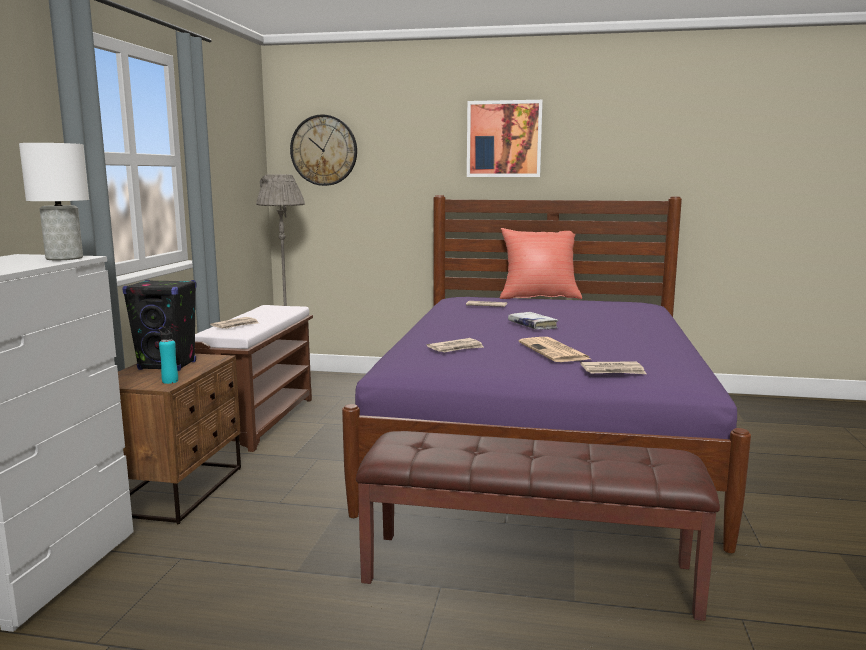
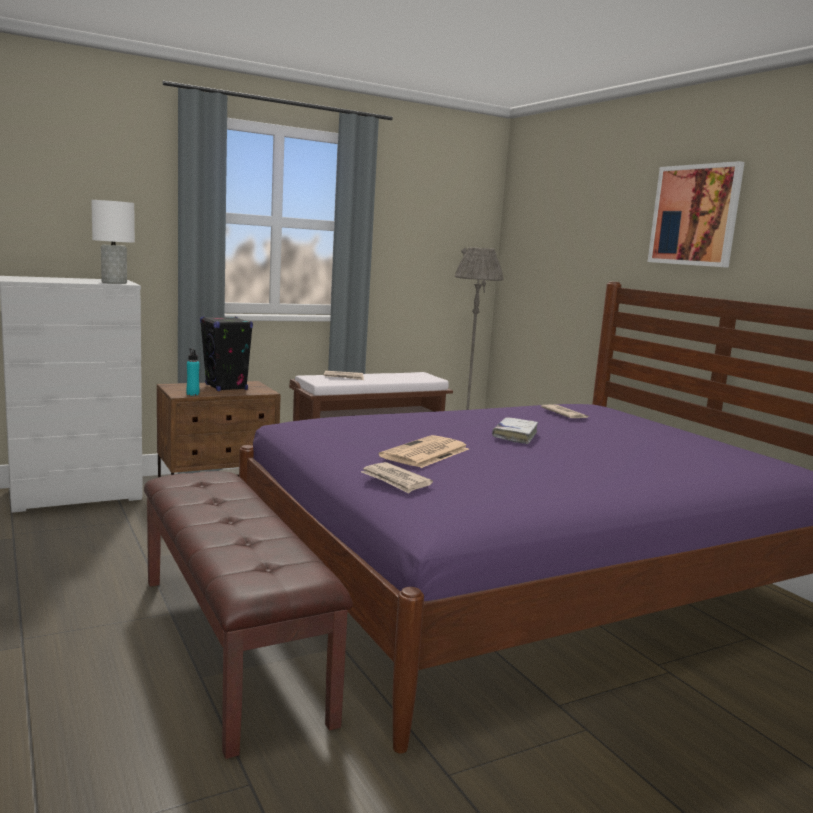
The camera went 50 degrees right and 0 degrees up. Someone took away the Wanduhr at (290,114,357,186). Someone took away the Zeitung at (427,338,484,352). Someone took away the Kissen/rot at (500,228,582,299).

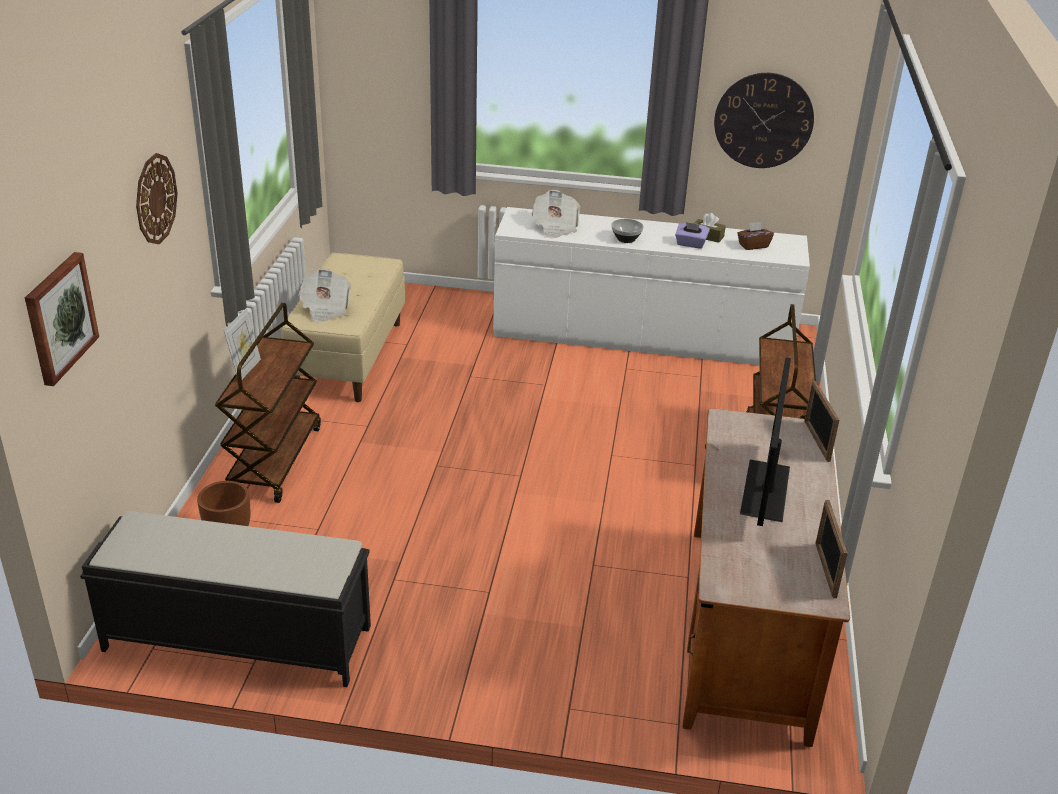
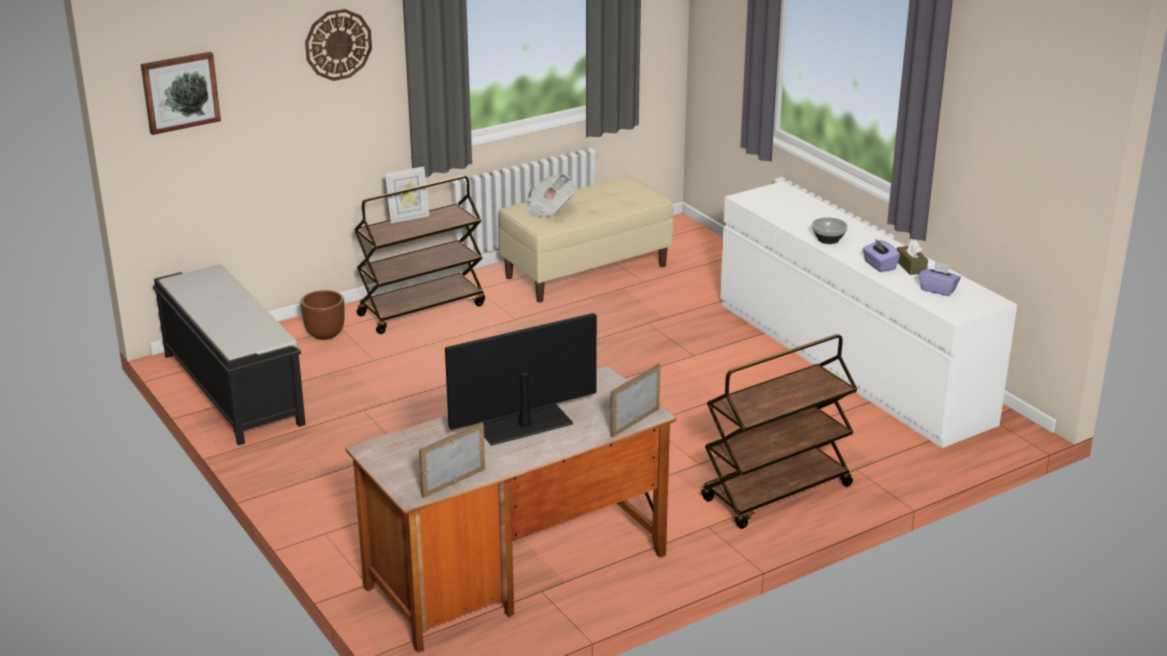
The camera went 50 degrees right and 5 degrees down. Someone took away the Zeitung at (532,190,580,238). Someone took away the Wanduhr at (714,73,814,168). Someone repainted the Taschentuchbox/braun at (737,222,774,250), which became the Taschentuchbox/lila at (919,261,961,296).

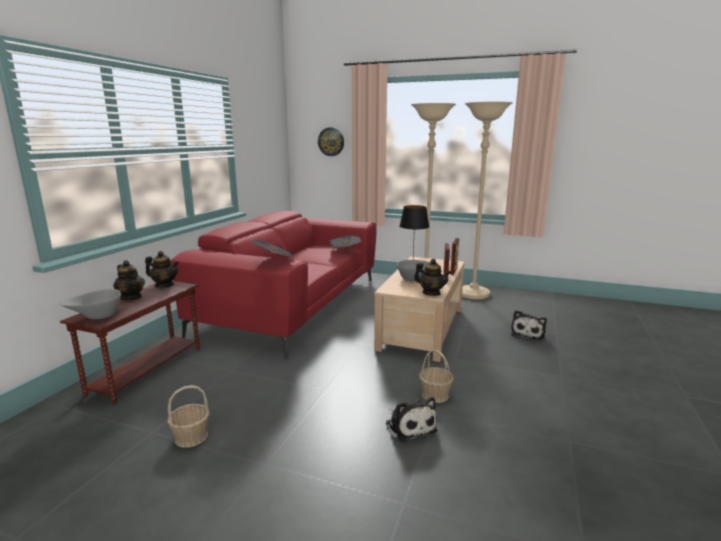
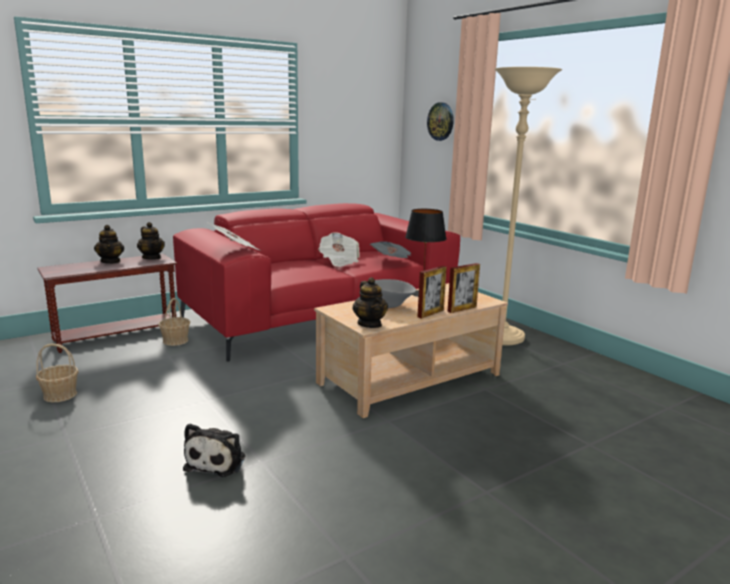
The camera went 35 degrees right and 0 degrees up. Someone took away the Schüssel/grau at (60,289,121,320). Someone carried the Korb from (419,349,454,403) to (158,298,190,346). Someone took away the Stehlampe/beige at (462,101,513,300). Someone took away the Plüschtier at (511,310,547,340). Someone put down the Zeitung at (319,232,360,267).

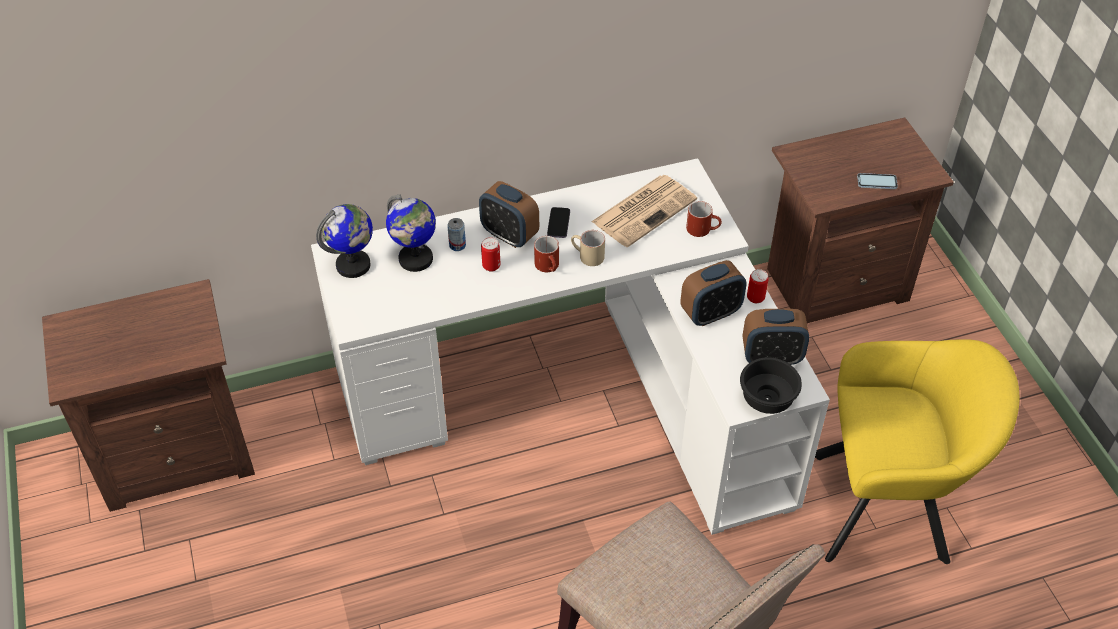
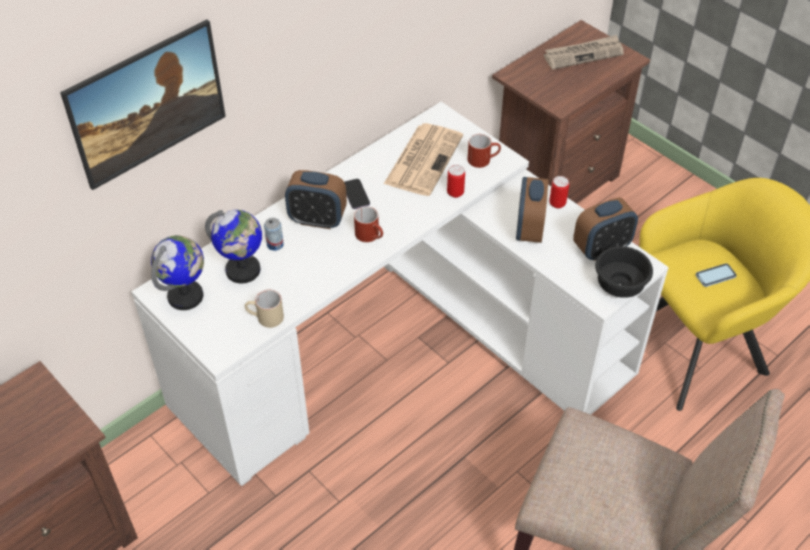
The camera went 25 degrees left and 0 degrees up. Someone carried the Dose from (481,237,500,272) to (447,165,465,198). Someone carried the Henkelbecher/beige from (571,230,605,266) to (245,290,284,328). Someone rotated the Wecker at (680,260,747,326) by 150 degrees clockwise. Someone carried the Handy from (857,173,898,189) to (696,263,737,287). Someone put up the Bild at (60,20,226,190). Someone put down the Zeitung at (544,35,624,70).

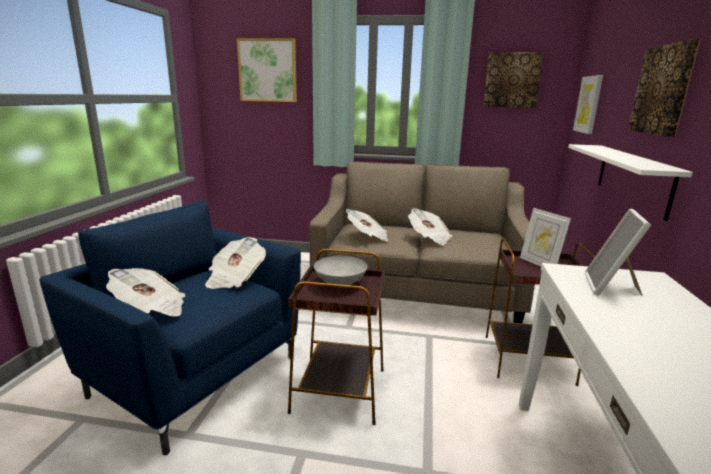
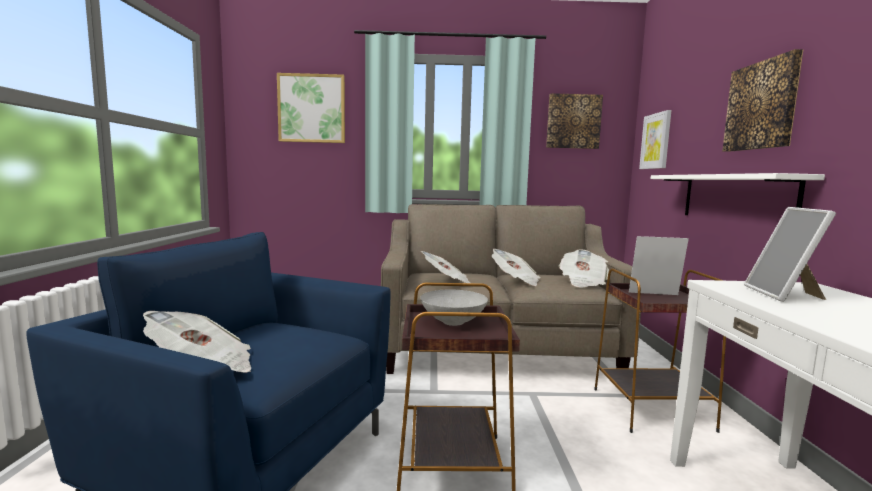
The camera went 10 degrees left and 10 degrees down. Someone carried the Zeitung from (205,237,266,289) to (559,249,609,288). Someone rotated the Bilderrahmen at (520,208,571,267) by 135 degrees clockwise.

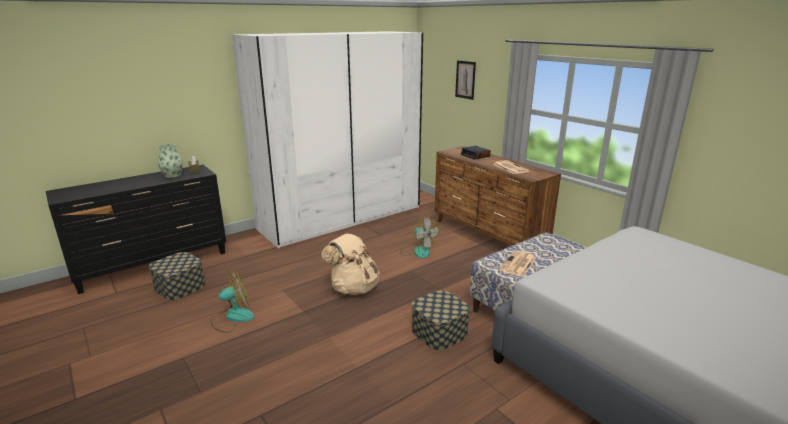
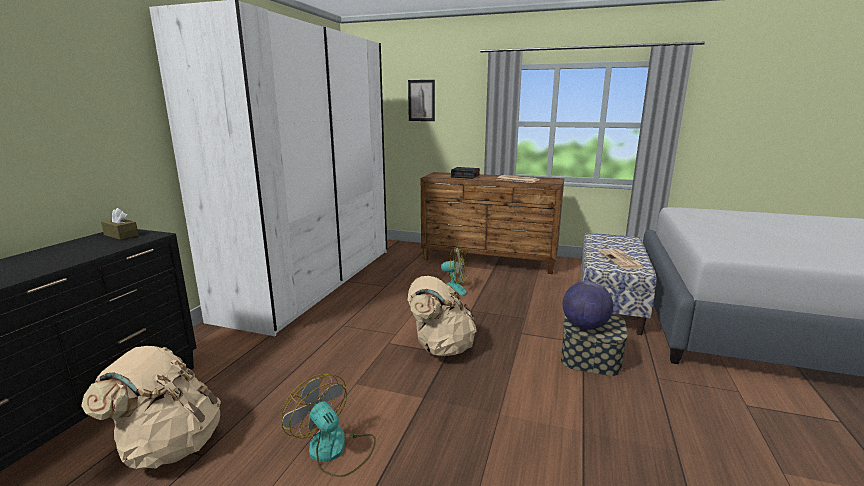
The camera went 35 degrees left and 5 degrees down. Someone swapped the Aufbewahrungsbox at (149,252,205,300) for the Rucksack/beige at (81,346,221,469). Someone took away the Vase at (158,144,183,178). Someone rotated the Ventilator at (210,271,254,333) by 75 degrees counterclockwise. Someone put down the Globus at (563,281,613,329).

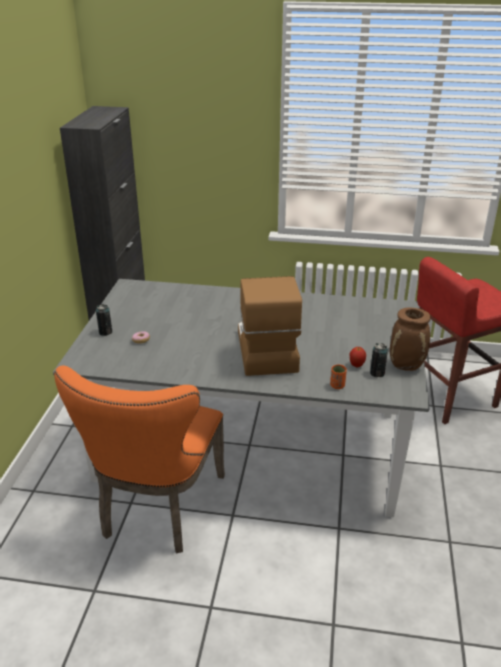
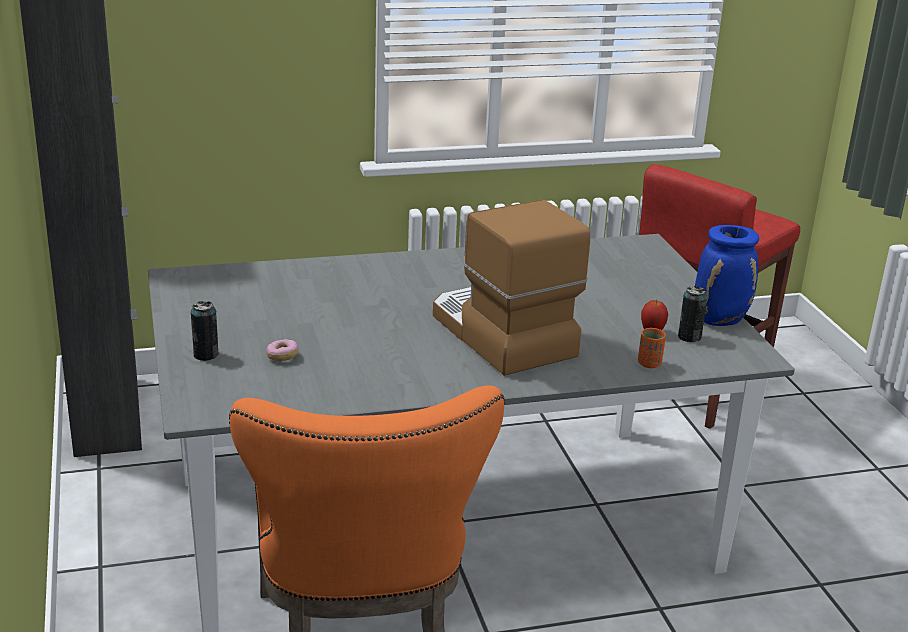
The camera went 25 degrees left and 5 degrees down. Someone repainted the Vase/braun at (390,308,431,371), which became the Vase/blau at (695,225,759,326).

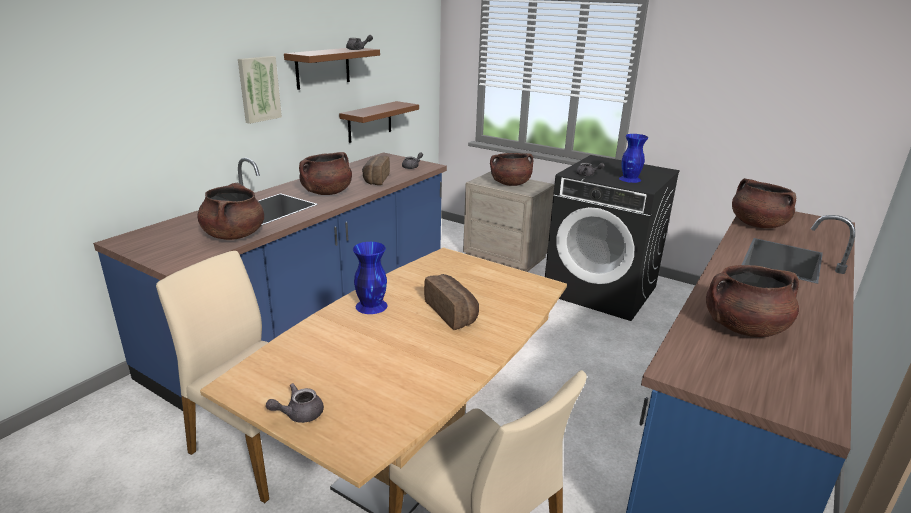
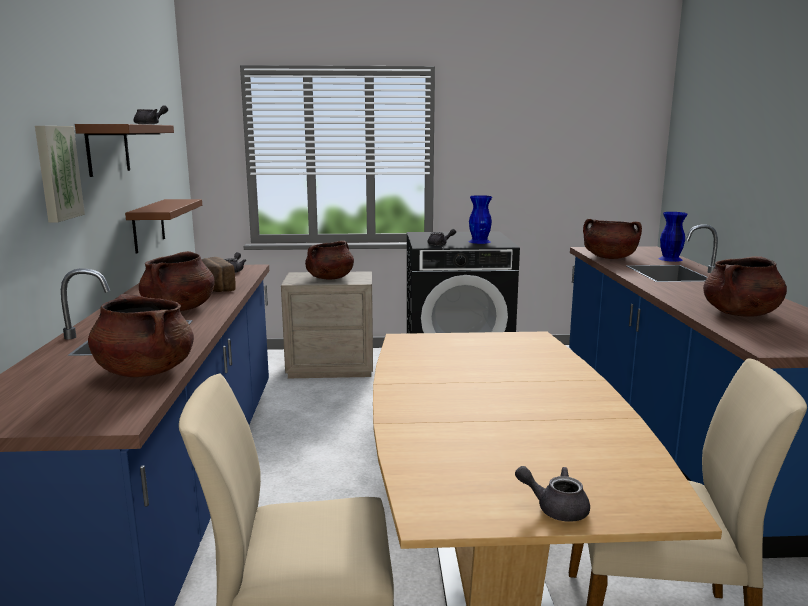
The camera went 35 degrees left and 10 degrees down. Someone rotated the Teekanne/grau at (266,383,324,423) by 90 degrees clockwise. Someone carried the Vase/blau from (353,242,387,314) to (658,212,688,262). Someone took away the Brot at (424,274,479,330).

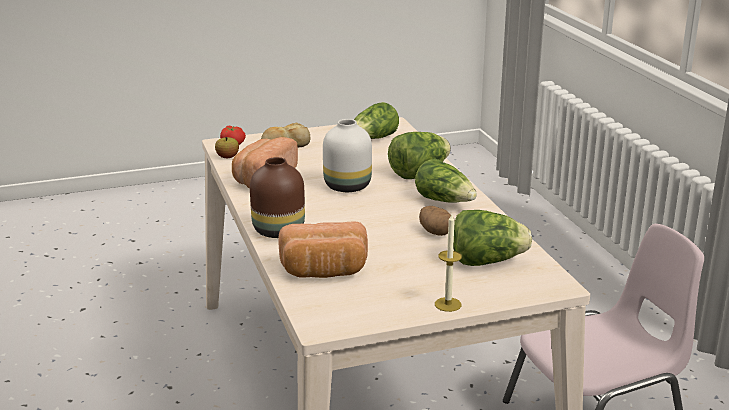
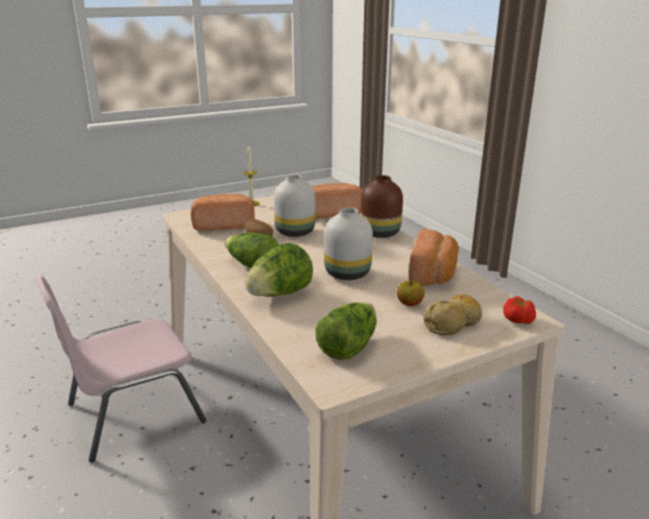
The camera went 170 degrees right and 0 degrees up. Someone carried the Apfel from (215,137,239,158) to (397,281,425,306). Someone swapped the Salatkopf at (453,210,532,266) for the Brot at (191,194,255,231). Someone put down the Vase/weiß at (274,174,315,237).

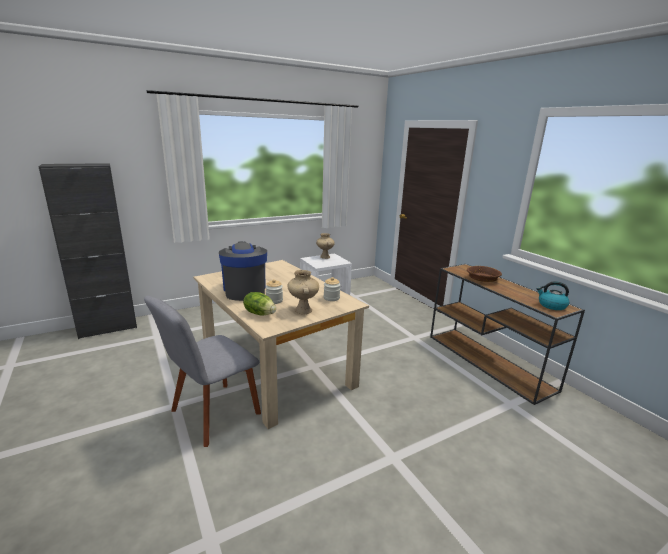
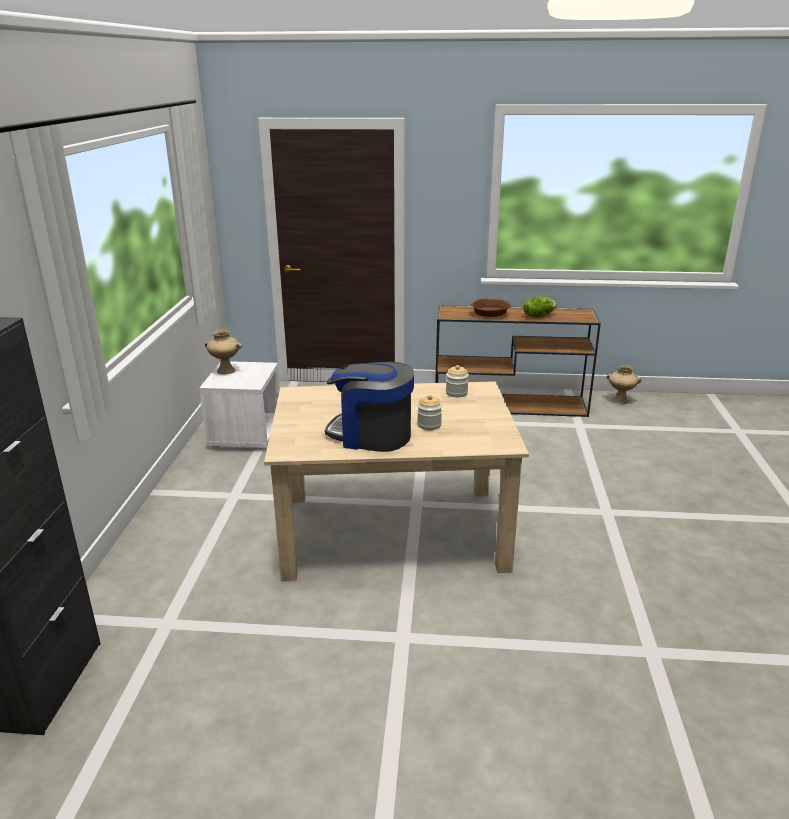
The camera went 55 degrees left and 5 degrees up. Someone took away the Stuhl/grau at (144,296,261,447). Someone carried the Salatkopf from (243,292,276,315) to (523,296,557,318). Someone carried the Vase/beige from (287,270,319,314) to (606,365,642,404). Someone took away the Wasserkessel at (536,281,570,310).

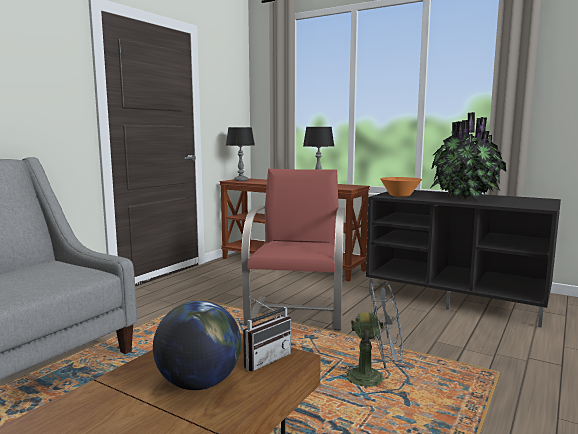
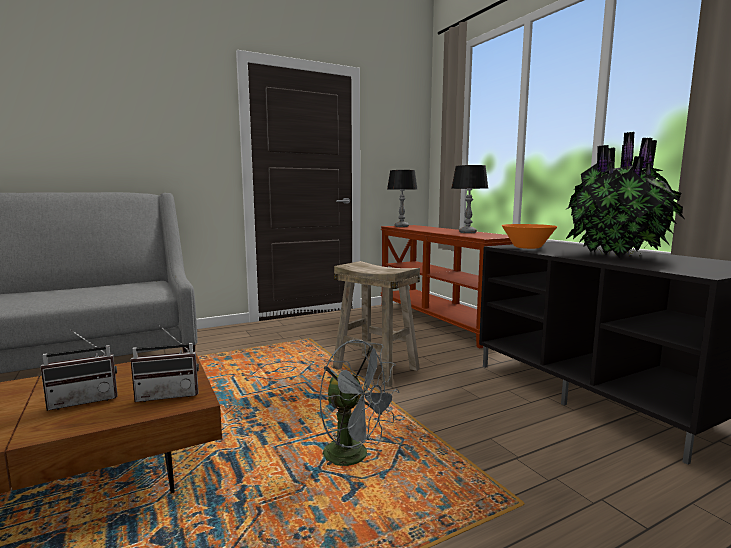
The camera went 30 degrees right and 0 degrees up. Someone swapped the Globus at (153,300,241,390) for the Radio at (40,330,118,411). Someone swapped the Sessel/rot at (241,169,345,331) for the Hocker/beige at (332,261,420,387).

